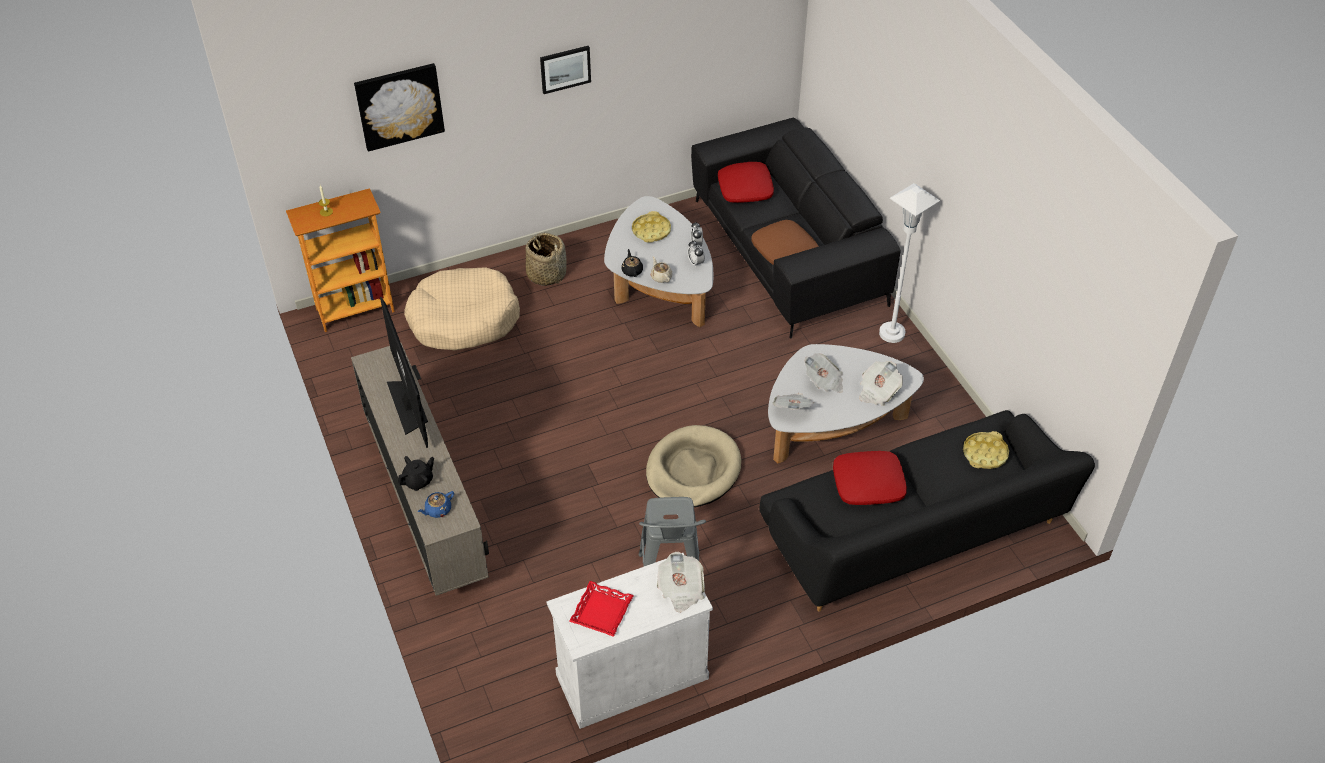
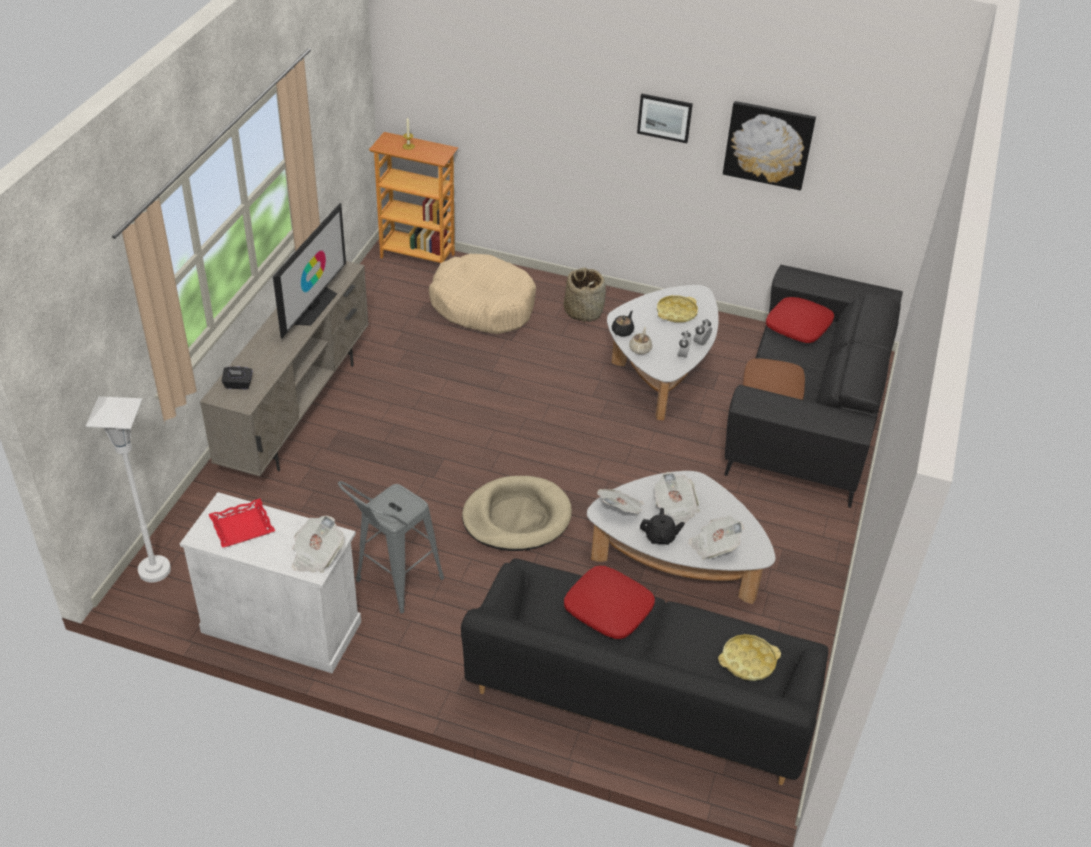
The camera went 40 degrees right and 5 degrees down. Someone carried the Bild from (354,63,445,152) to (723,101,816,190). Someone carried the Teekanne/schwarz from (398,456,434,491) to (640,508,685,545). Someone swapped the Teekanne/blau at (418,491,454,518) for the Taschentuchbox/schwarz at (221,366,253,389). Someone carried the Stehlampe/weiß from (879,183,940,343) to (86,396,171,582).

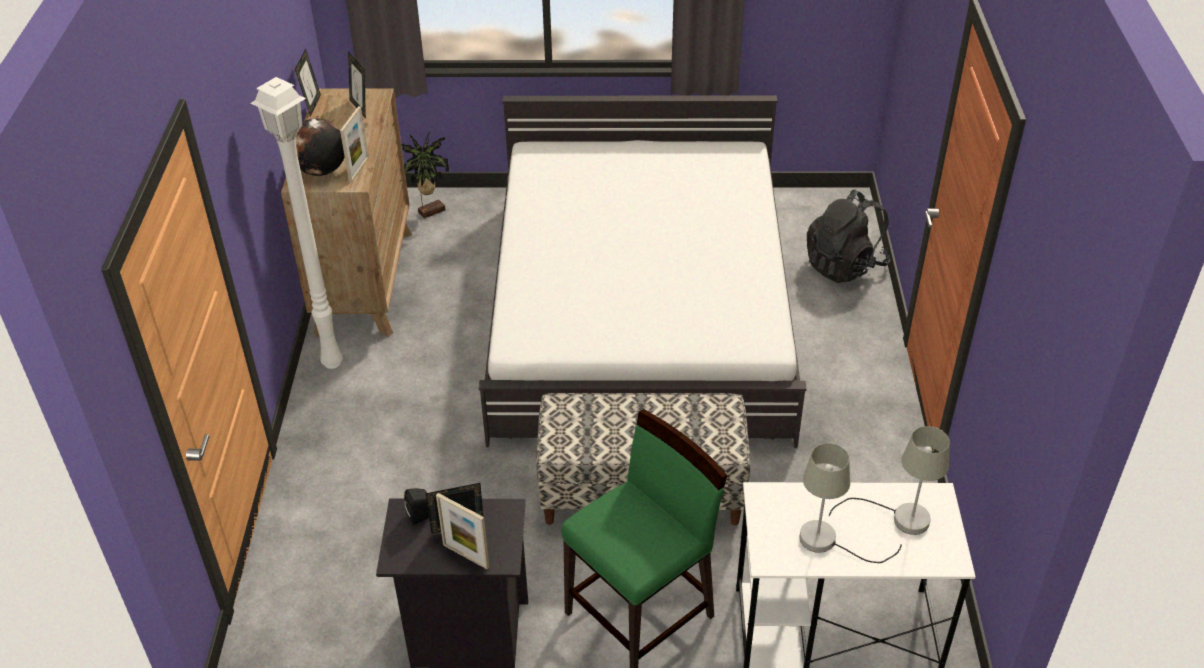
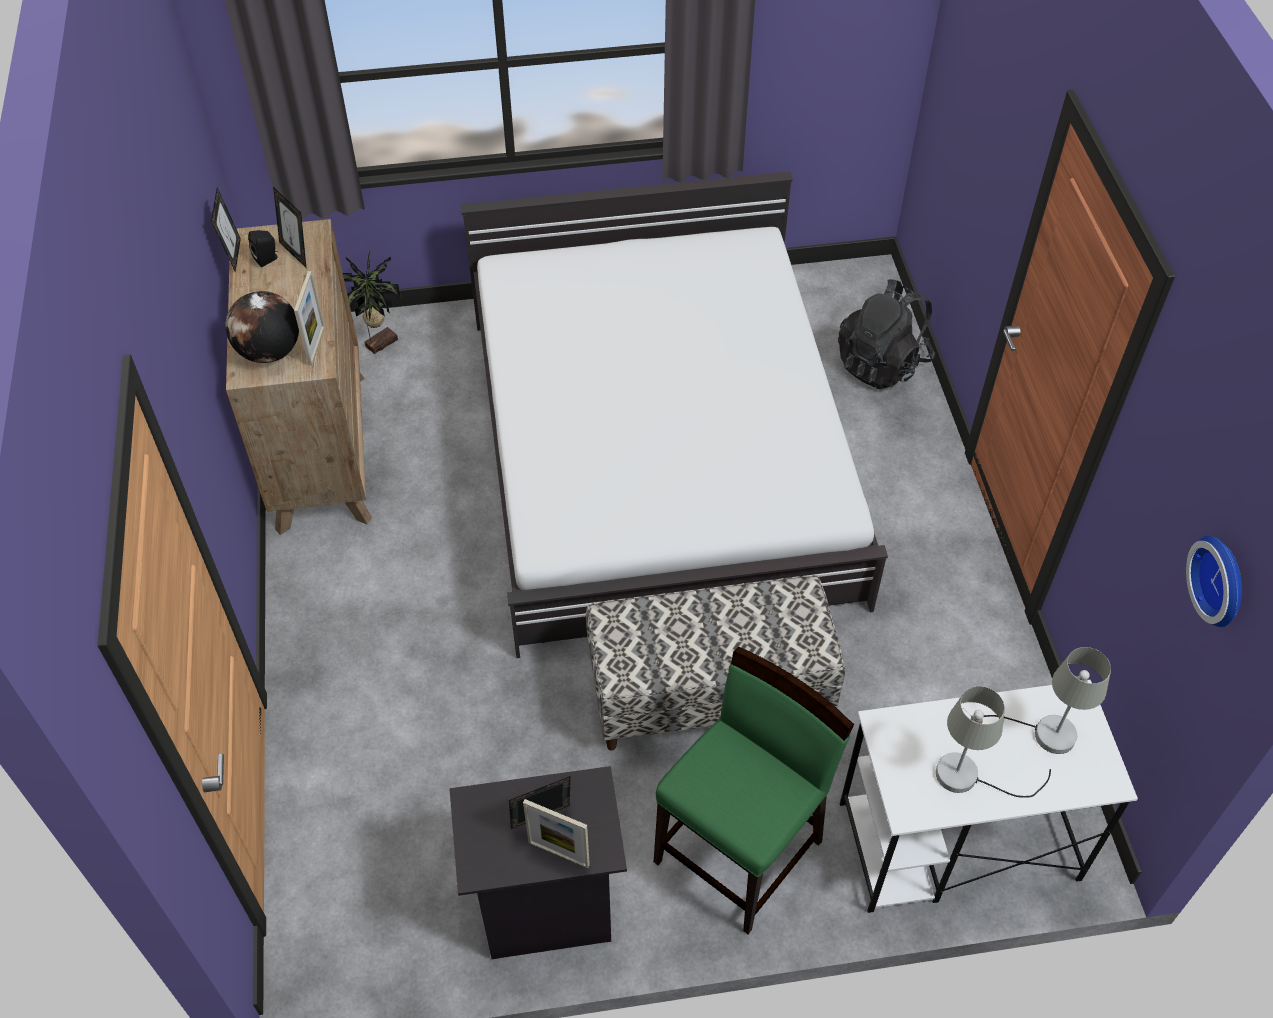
The camera went 10 degrees left and 10 degrees up. Someone took away the Stehlampe/weiß at (251,77,343,369). Someone carried the Lautsprecher/schwarz from (404,488,429,525) to (248,230,278,267). Someone put up the Wanduhr at (1186,536,1242,627).

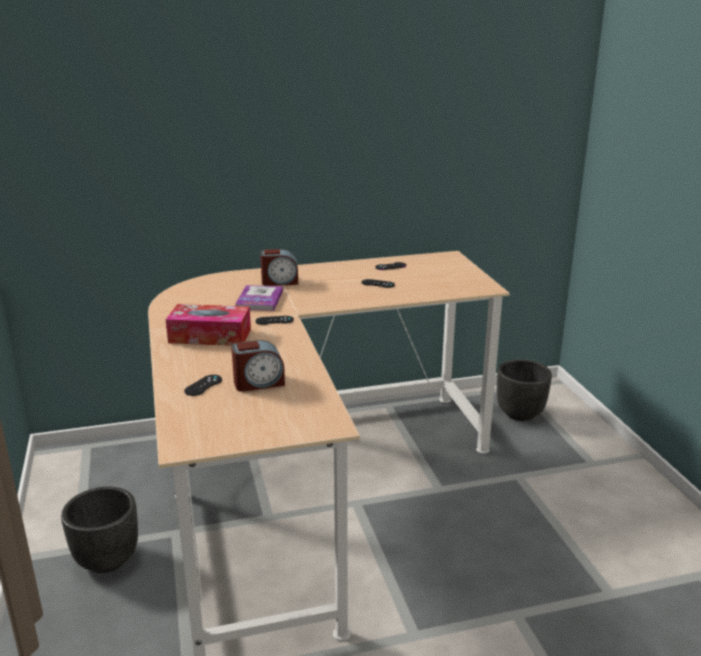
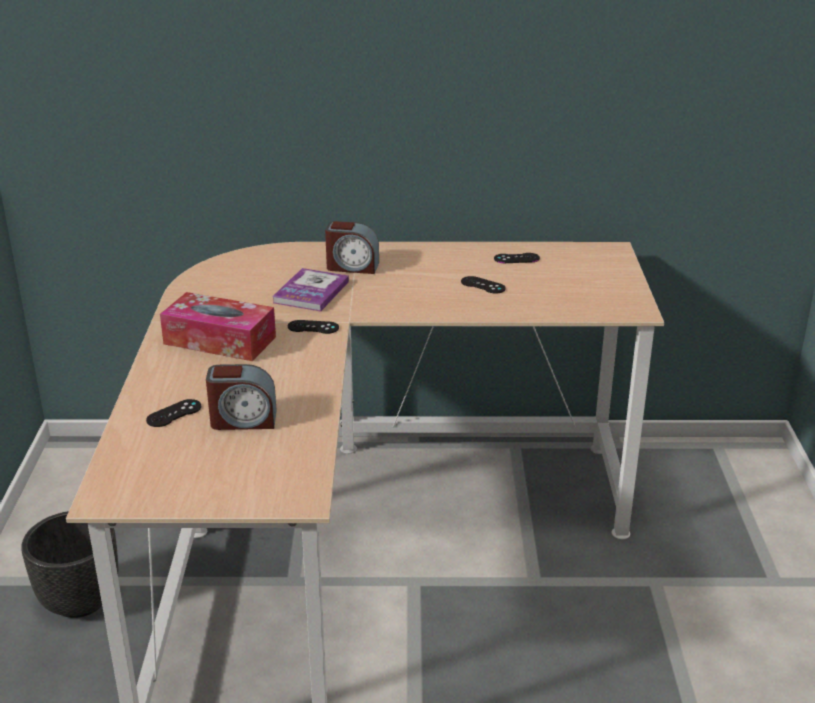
The camera went 15 degrees right and 5 degrees up. Someone took away the Pflanzkübel/schwarz at (497,359,552,421).

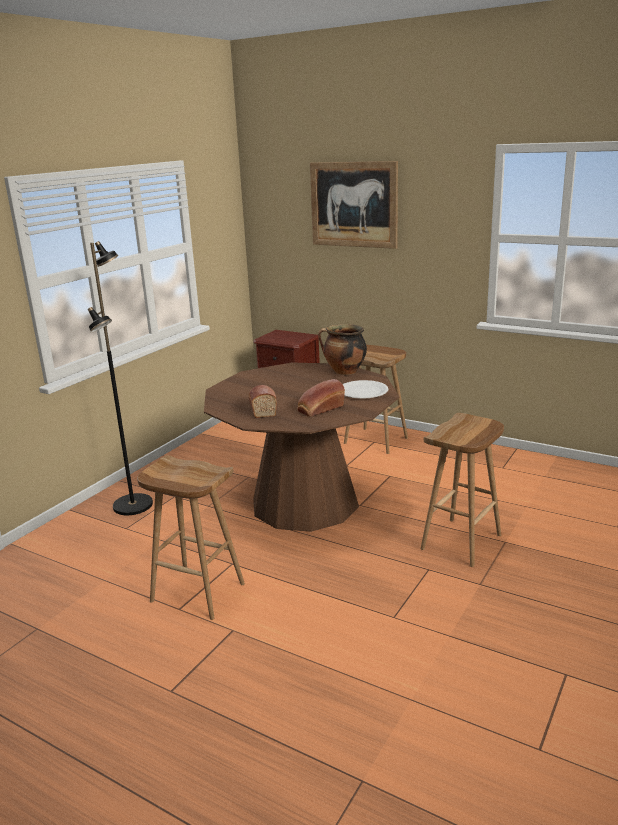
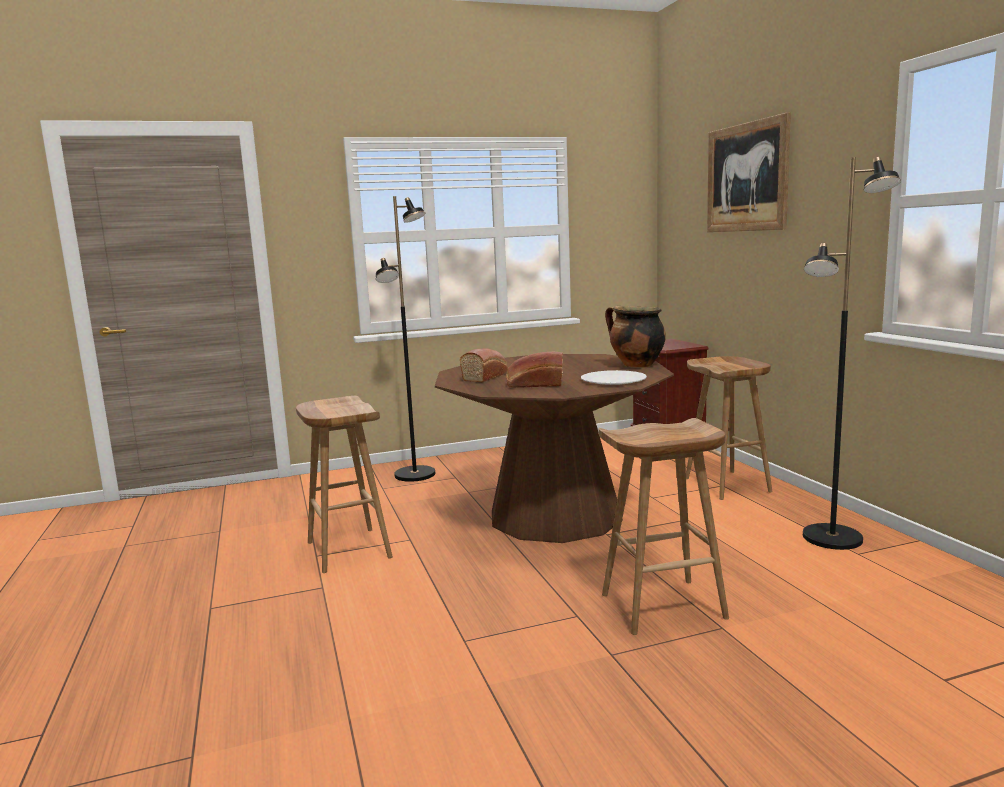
The camera went 40 degrees right and 10 degrees down. Someone put down the Stehlampe/schwarz at (803,157,901,550).

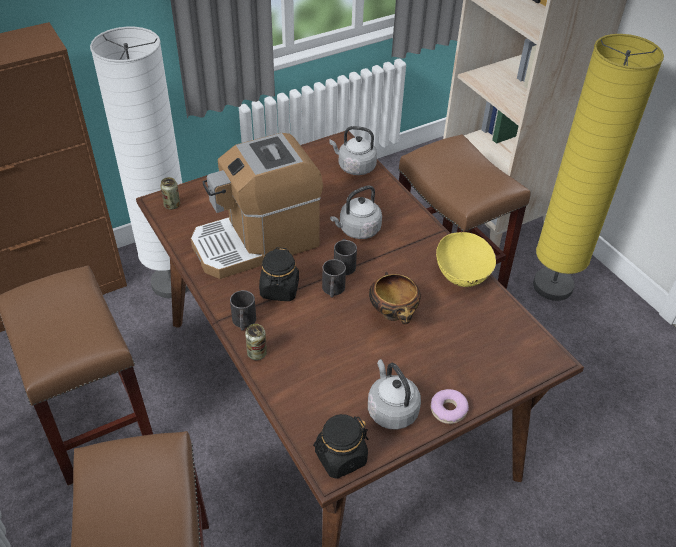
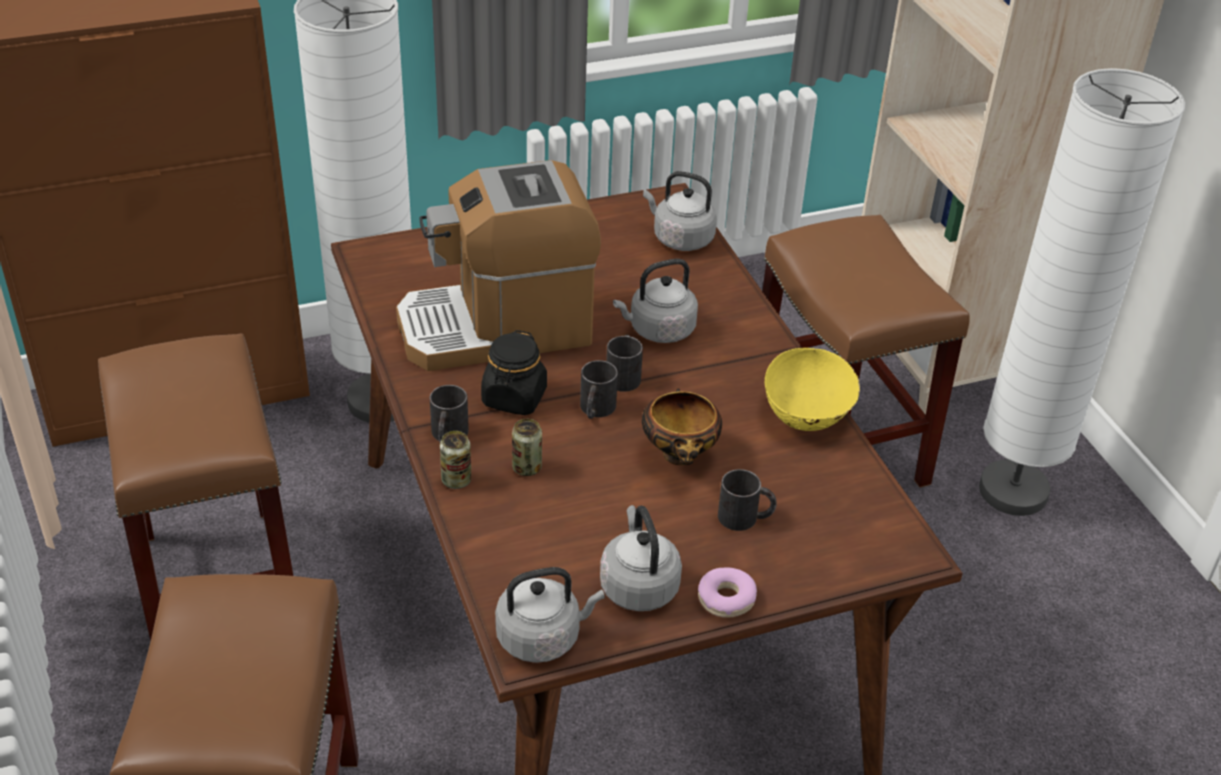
The camera went 10 degrees right and 5 degrees down. Someone carried the Dose from (160,177,180,210) to (512,419,542,476). Someone swapped the Vorratsglas/schwarz at (313,414,369,479) for the Wasserkessel/grau at (495,567,605,663). Someone repainted the Stehlampe/gelb at (533,34,664,301), which became the Stehlampe/weiß at (979,68,1185,516). Someone put down the Henkelbecher/schwarz at (718,469,777,531).

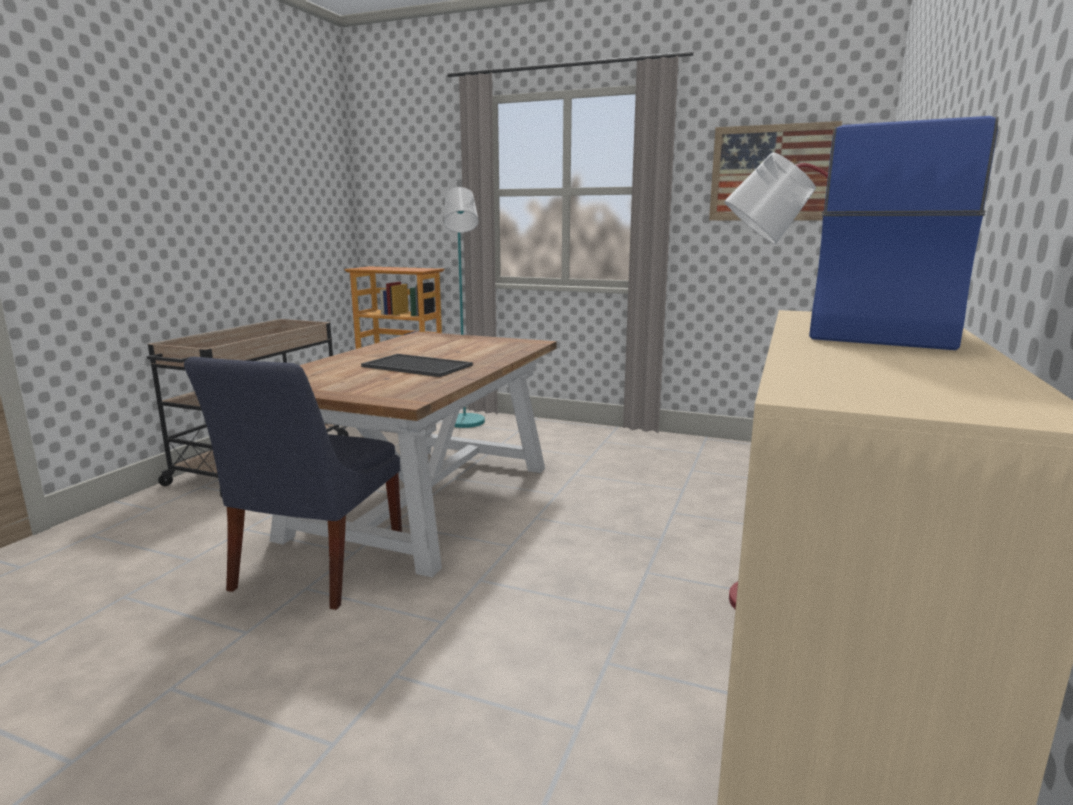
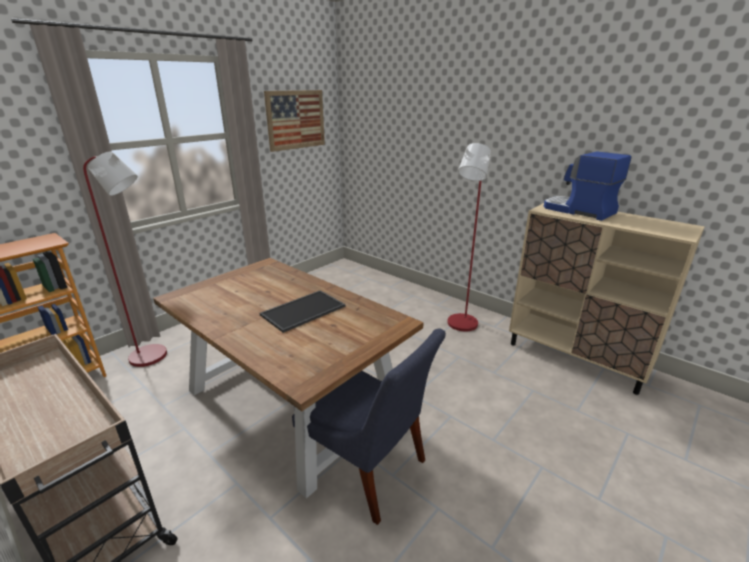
The camera went 70 degrees left and 10 degrees up. Someone repainted the Stehlampe/türkis at (444,187,485,428), which became the Stehlampe/rot at (83,151,167,367).

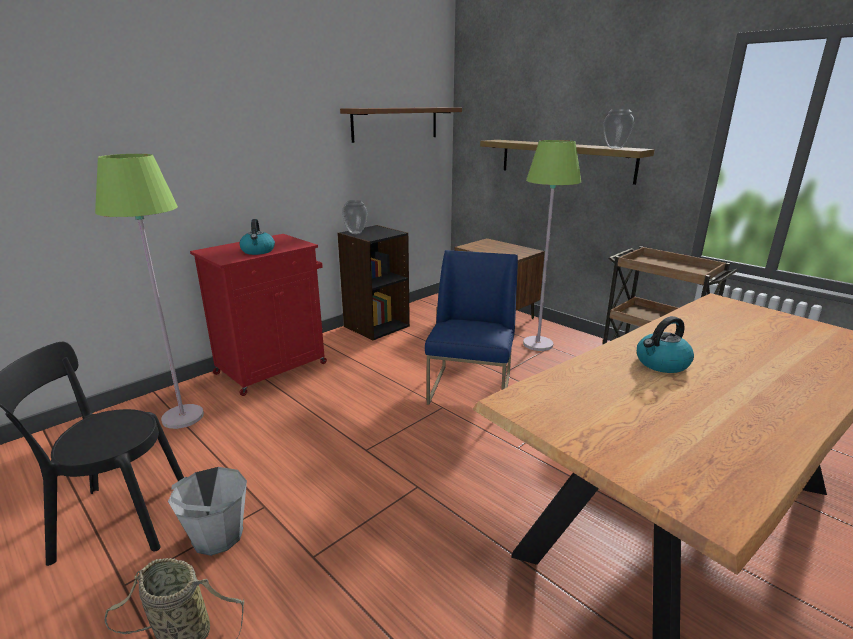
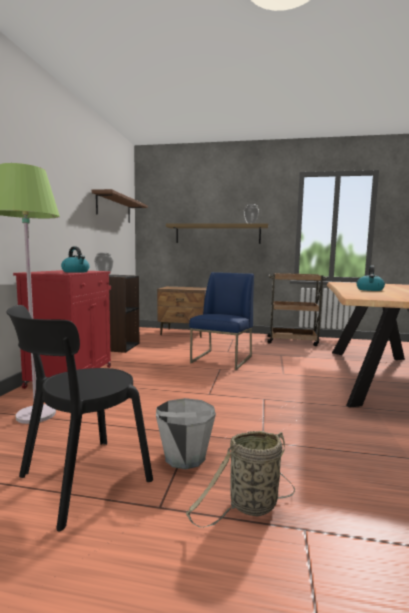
The camera went 35 degrees left and 15 degrees down. Someone rotated the Stuhl/blau at (425,250,518,405) by 45 degrees clockwise. Someone took away the Stehlampe/grün at (523,140,581,351).

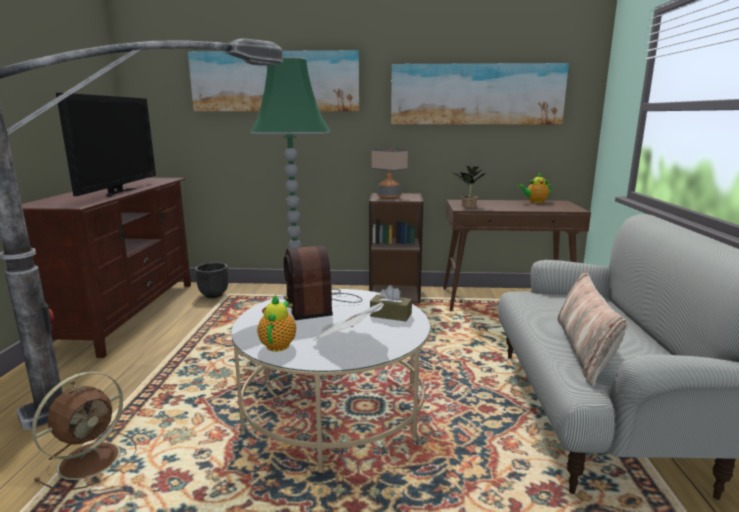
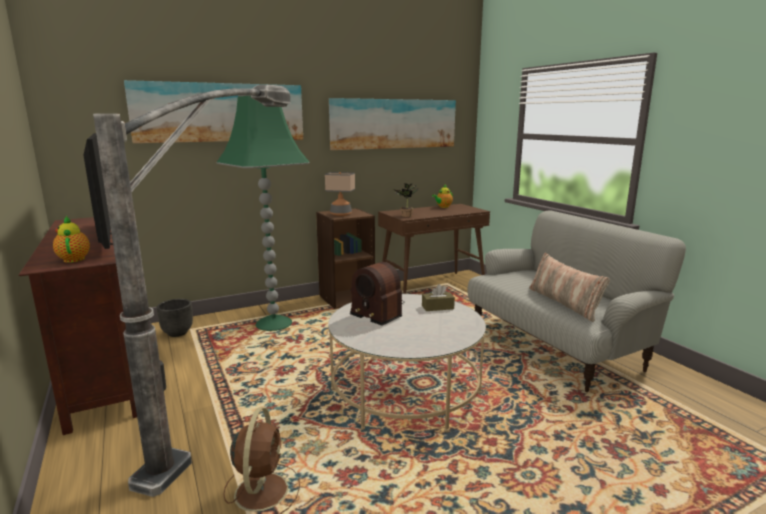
The camera went 30 degrees left and 0 degrees up. Someone carried the Teekanne from (257,295,296,351) to (53,216,90,263). Someone took away the Zeitung at (314,302,384,340).

